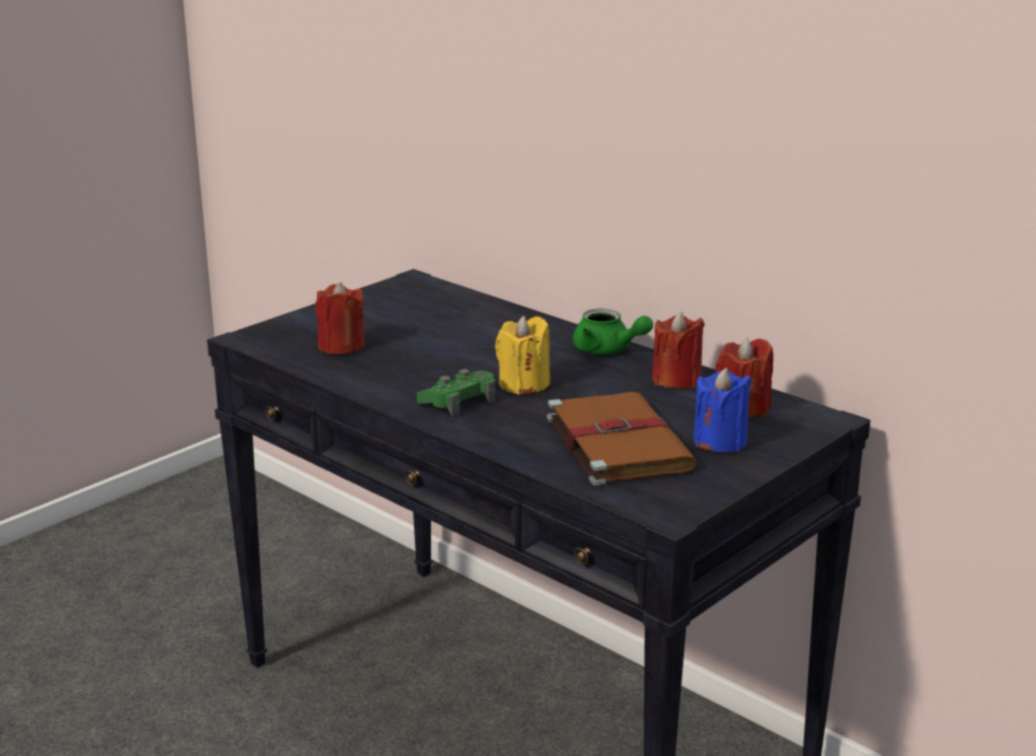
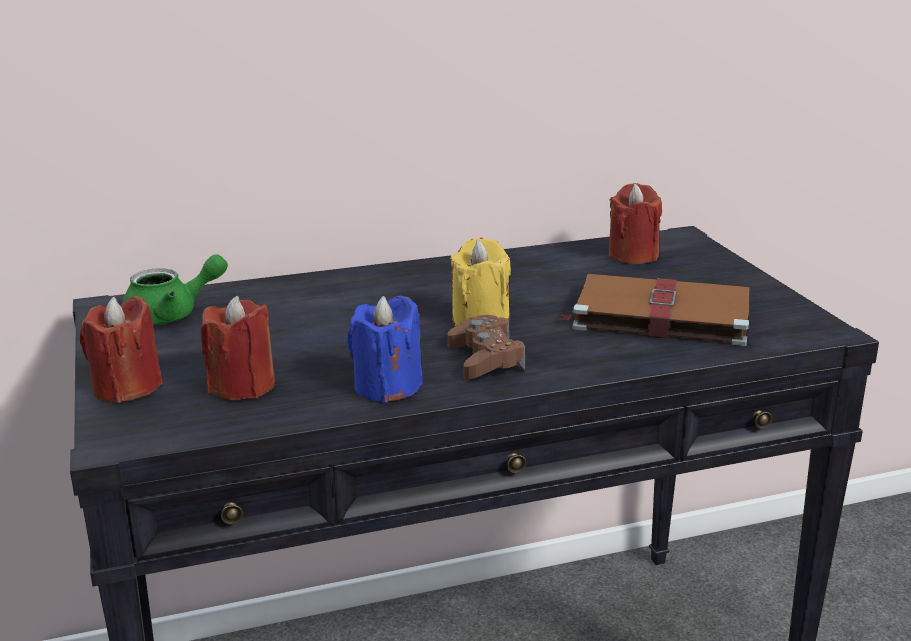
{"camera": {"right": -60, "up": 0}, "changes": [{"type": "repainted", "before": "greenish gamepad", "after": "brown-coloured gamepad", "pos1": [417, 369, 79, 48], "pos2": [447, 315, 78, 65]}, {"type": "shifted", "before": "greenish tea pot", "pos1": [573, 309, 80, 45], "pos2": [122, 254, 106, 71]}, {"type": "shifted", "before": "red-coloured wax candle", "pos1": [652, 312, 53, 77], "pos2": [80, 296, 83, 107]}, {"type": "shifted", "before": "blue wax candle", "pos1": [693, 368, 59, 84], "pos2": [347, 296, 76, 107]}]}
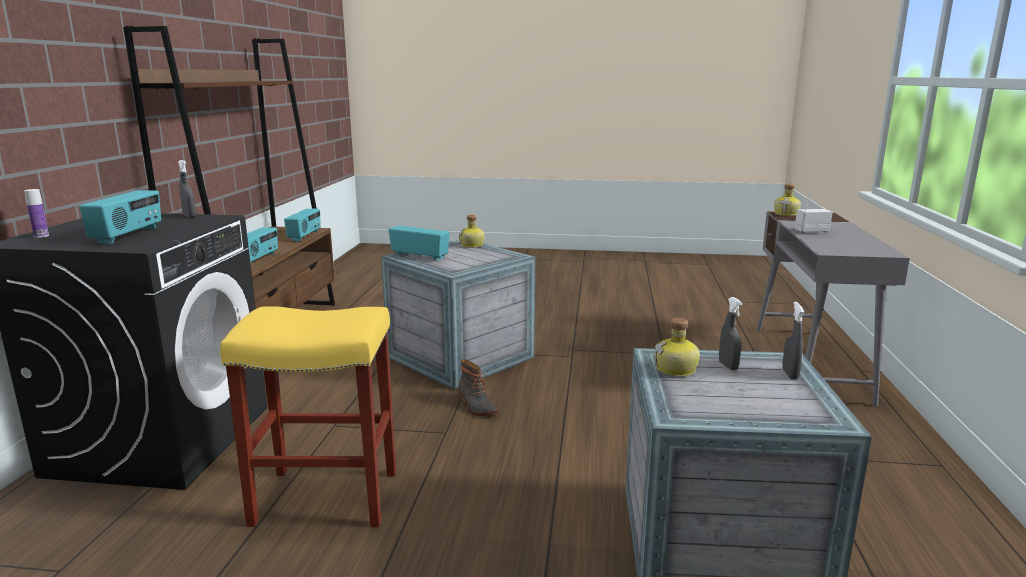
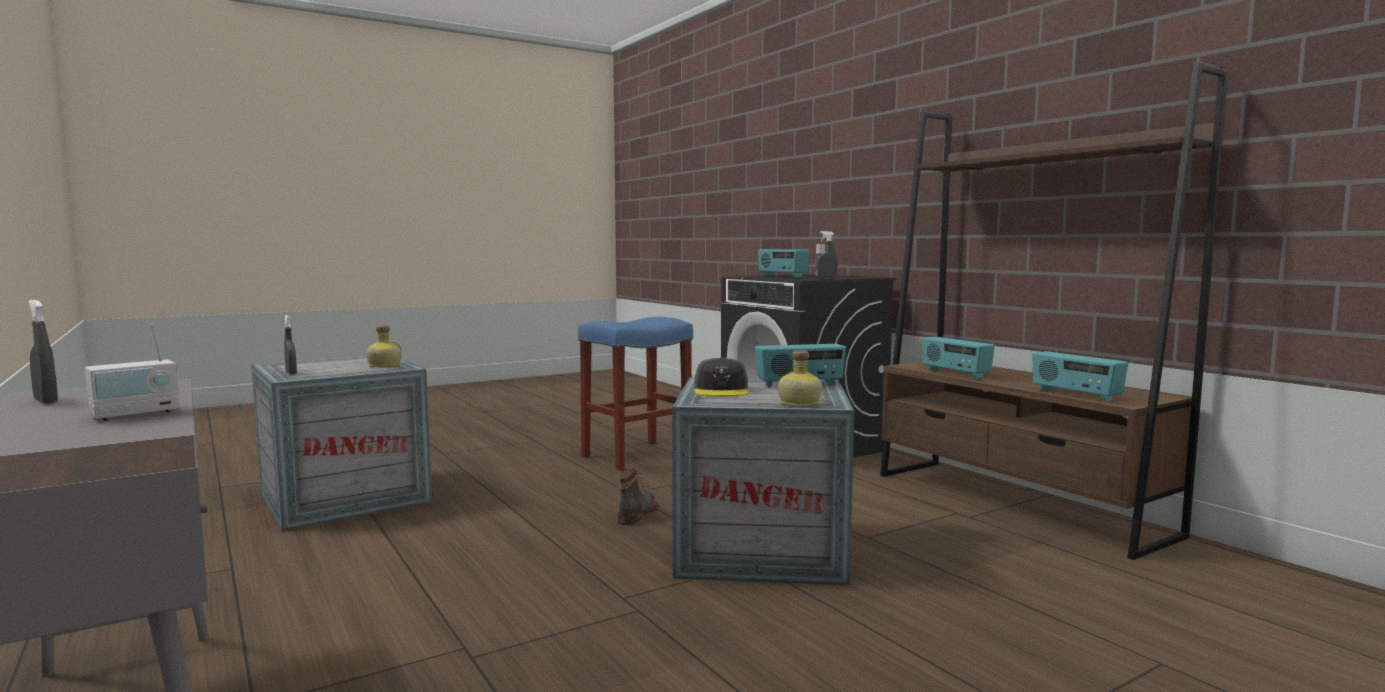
{"camera": {"right": 140, "up": -10}, "changes": [{"type": "repainted", "before": "yellow stool seat", "after": "blue stool seat", "pos1": [220, 306, 176, 221], "pos2": [578, 317, 115, 154]}, {"type": "rotated", "before": "high-top boot", "pos1": [458, 359, 41, 57], "pos2": [618, 468, 38, 57], "turn": 90}, {"type": "shifted", "before": "greyish spray bottle", "pos1": [719, 297, 23, 73], "pos2": [28, 300, 30, 104]}, {"type": "gone", "before": "bottle", "pos1": [774, 184, 27, 32]}, {"type": "new", "after": "greyish peaked cap", "pos2": [695, 357, 54, 39]}]}
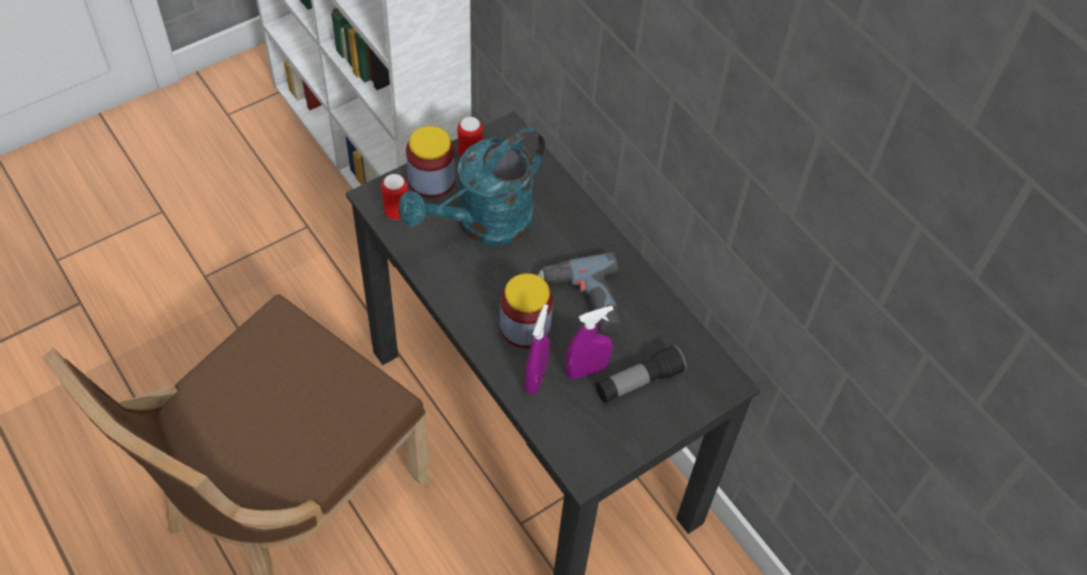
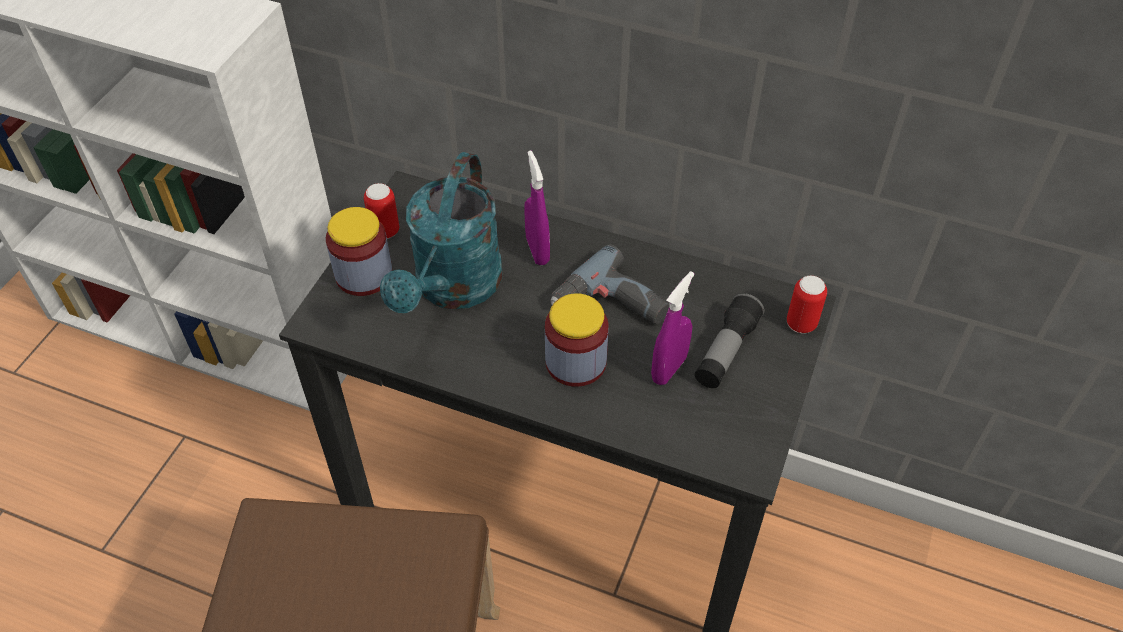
{"camera": {"right": -30, "up": -5}, "changes": [{"type": "shifted", "before": "can", "pos1": [381, 174, 27, 46], "pos2": [787, 275, 40, 58]}, {"type": "shifted", "before": "purple-coloured spray bottle", "pos1": [524, 304, 26, 90], "pos2": [524, 151, 26, 114]}]}
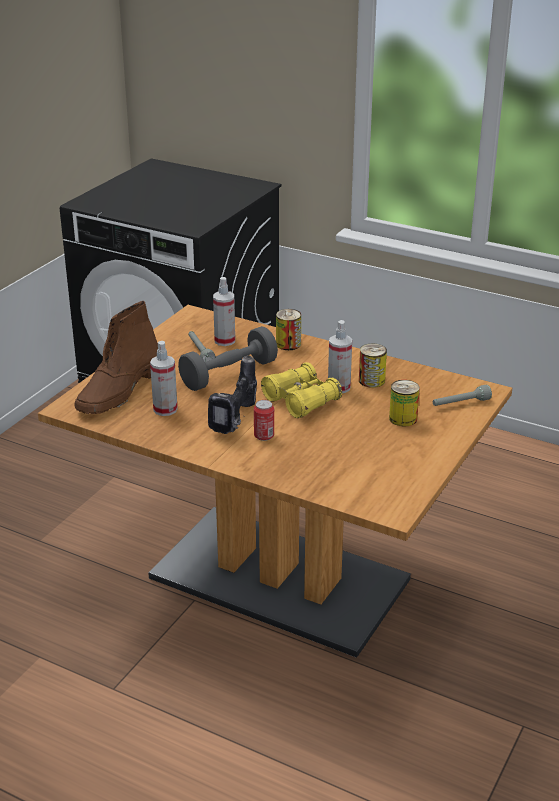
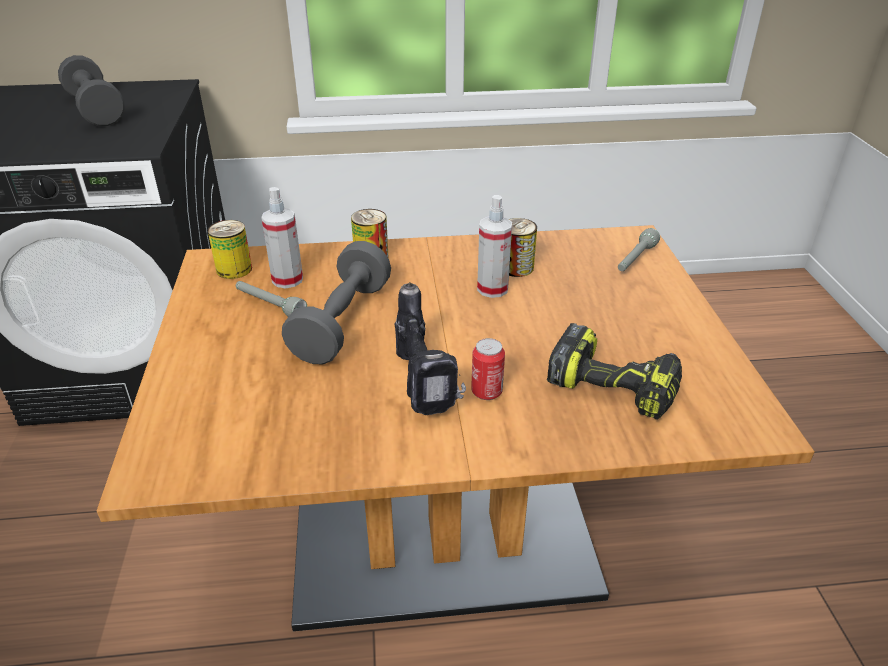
{"camera": {"right": -35, "up": 5}, "changes": [{"type": "gone", "before": "brown-coloured high-top boot", "pos1": [74, 301, 84, 113]}, {"type": "gone", "before": "spray bottle", "pos1": [150, 341, 28, 75]}, {"type": "gone", "before": "yellow binoculars", "pos1": [261, 362, 81, 56]}, {"type": "shifted", "before": "can", "pos1": [389, 380, 31, 46], "pos2": [208, 220, 44, 59]}, {"type": "new", "after": "greyish dumbbell", "pos2": [58, 55, 67, 71]}, {"type": "new", "after": "power drill", "pos2": [547, 323, 135, 97]}]}
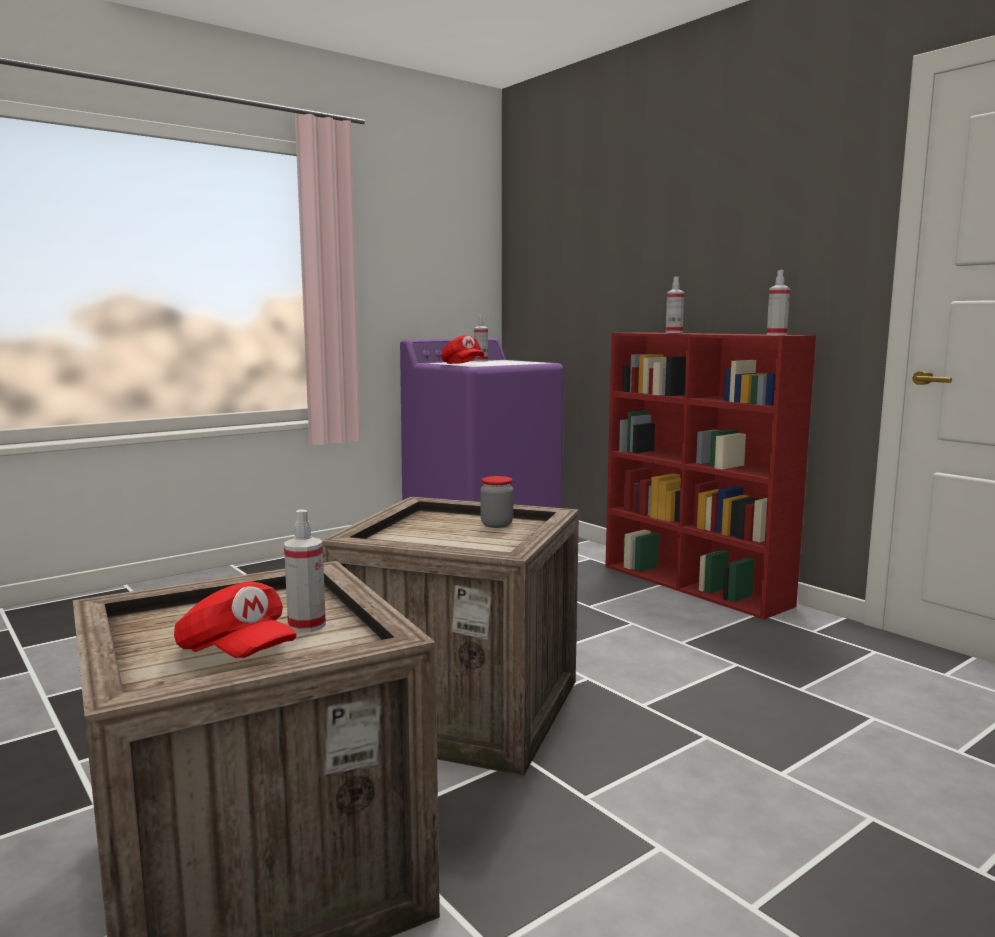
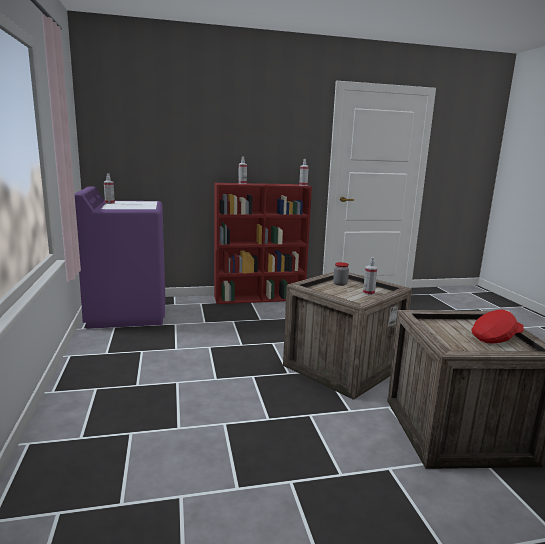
{"camera": {"right": -65, "up": 5}, "changes": [{"type": "shifted", "before": "spray bottle", "pos1": [284, 509, 42, 124], "pos2": [363, 257, 15, 38]}, {"type": "gone", "before": "red-coloured peaked cap", "pos1": [441, 335, 43, 29]}]}
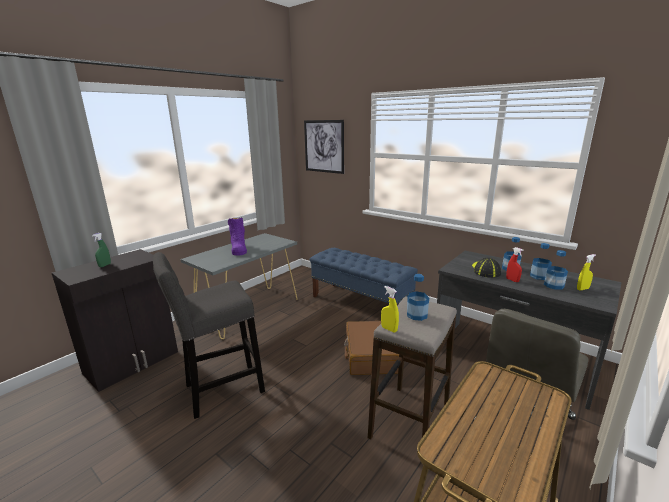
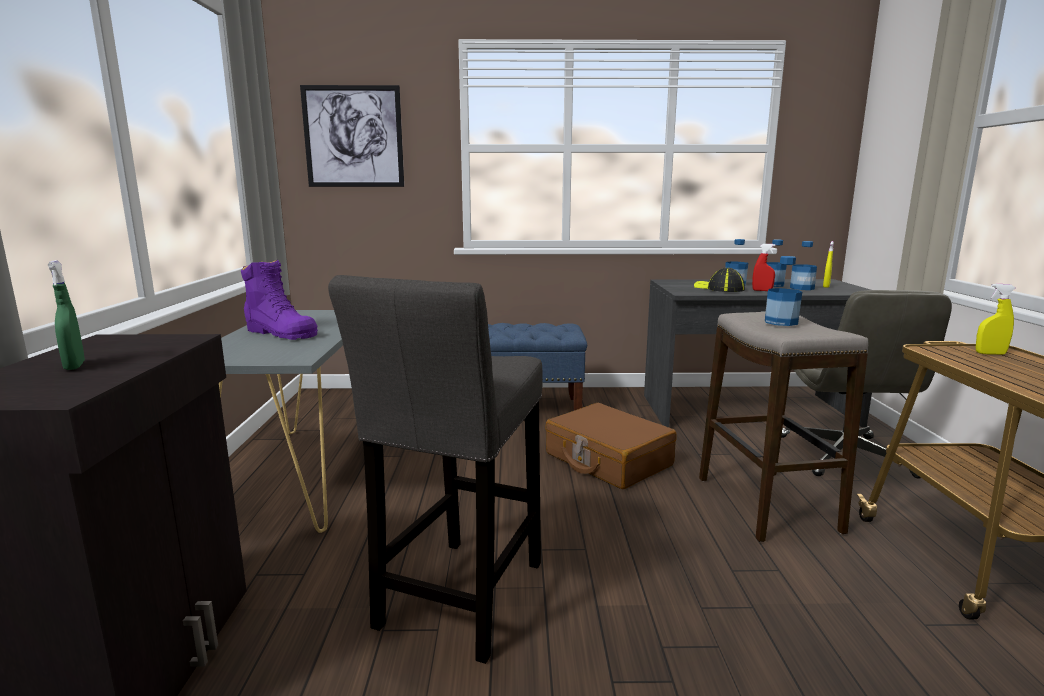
{"camera": {"right": -40, "up": -5}, "changes": [{"type": "shifted", "before": "yellow spray bottle", "pos1": [381, 286, 18, 47], "pos2": [976, 284, 40, 71]}]}
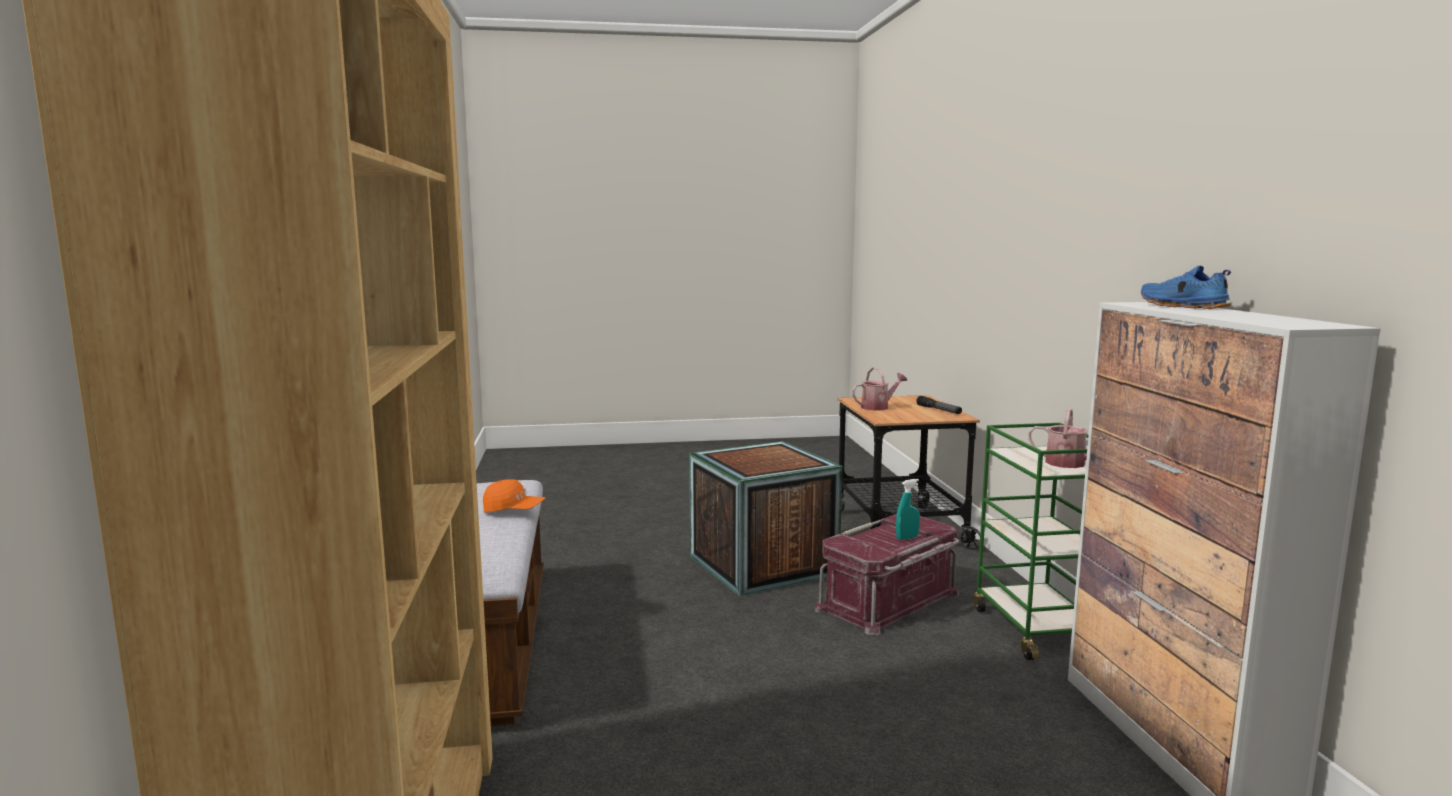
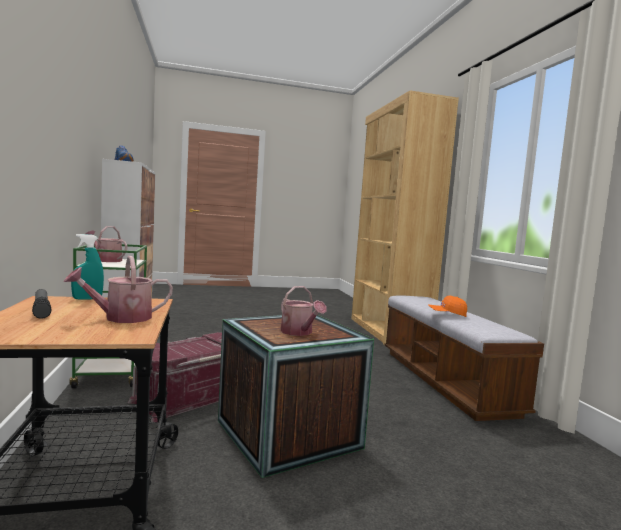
{"camera": {"right": 175, "up": -5}, "changes": [{"type": "shifted", "before": "turquoise spray bottle", "pos1": [896, 479, 24, 61], "pos2": [71, 234, 33, 66]}, {"type": "new", "after": "watering can", "pos2": [281, 286, 46, 50]}]}
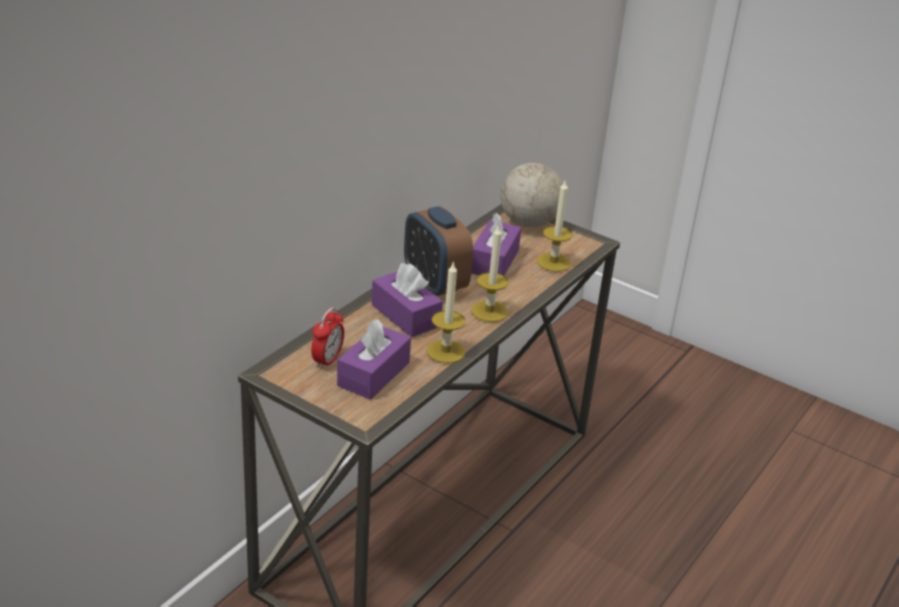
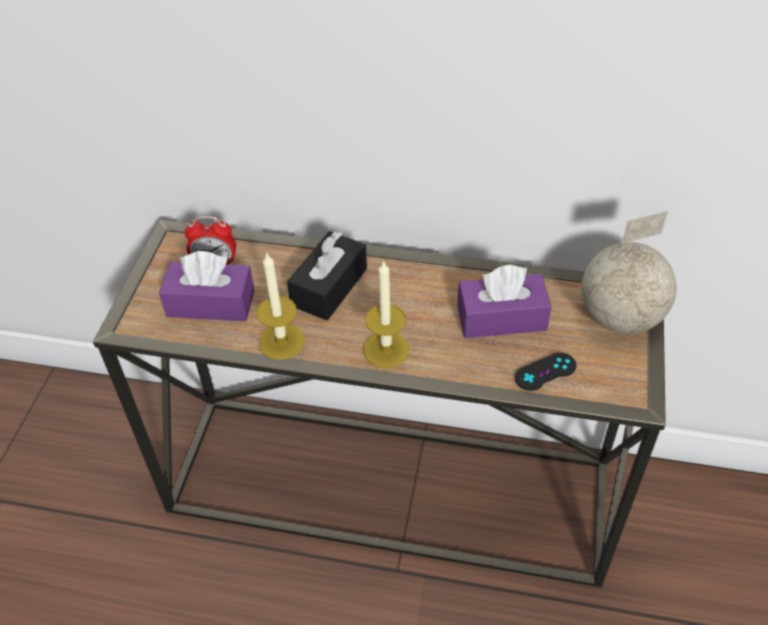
{"camera": {"right": 70, "up": 15}, "changes": [{"type": "repainted", "before": "purple-coloured tissue box", "after": "black-coloured tissue box", "pos1": [372, 263, 71, 74], "pos2": [287, 231, 80, 89]}, {"type": "gone", "before": "bedside clock", "pos1": [404, 206, 69, 90]}, {"type": "swapped", "before": "wax candle", "after": "black-coloured gamepad", "pos1": [537, 181, 36, 91], "pos2": [515, 352, 61, 39]}]}
